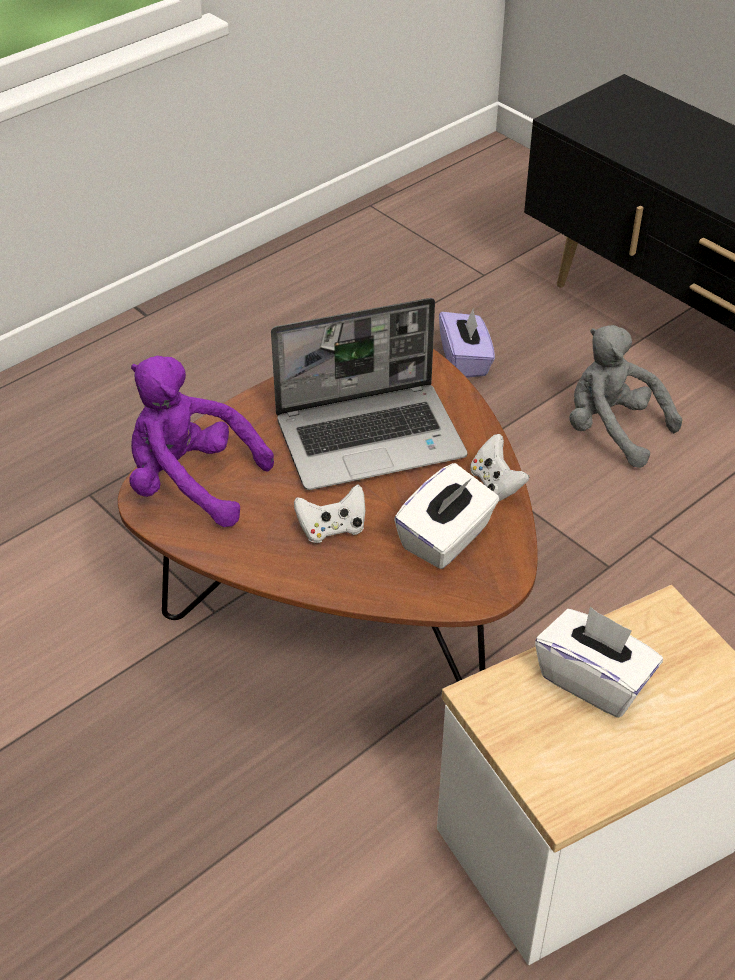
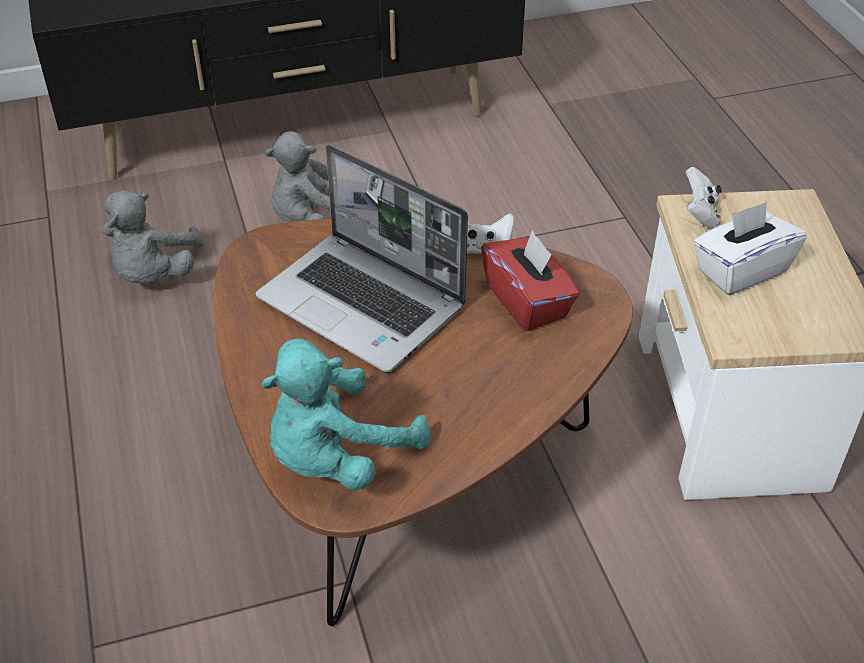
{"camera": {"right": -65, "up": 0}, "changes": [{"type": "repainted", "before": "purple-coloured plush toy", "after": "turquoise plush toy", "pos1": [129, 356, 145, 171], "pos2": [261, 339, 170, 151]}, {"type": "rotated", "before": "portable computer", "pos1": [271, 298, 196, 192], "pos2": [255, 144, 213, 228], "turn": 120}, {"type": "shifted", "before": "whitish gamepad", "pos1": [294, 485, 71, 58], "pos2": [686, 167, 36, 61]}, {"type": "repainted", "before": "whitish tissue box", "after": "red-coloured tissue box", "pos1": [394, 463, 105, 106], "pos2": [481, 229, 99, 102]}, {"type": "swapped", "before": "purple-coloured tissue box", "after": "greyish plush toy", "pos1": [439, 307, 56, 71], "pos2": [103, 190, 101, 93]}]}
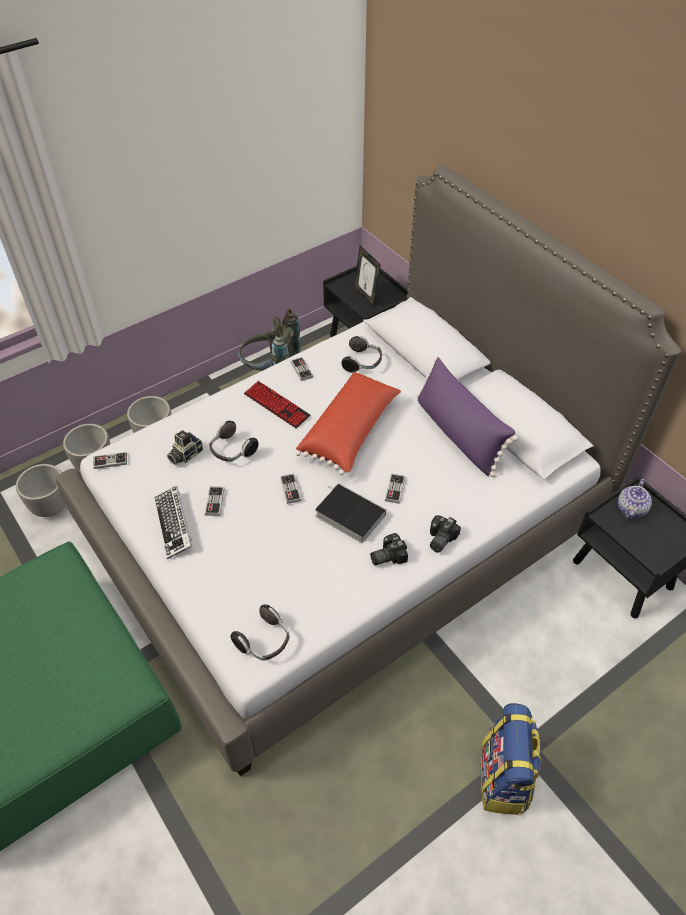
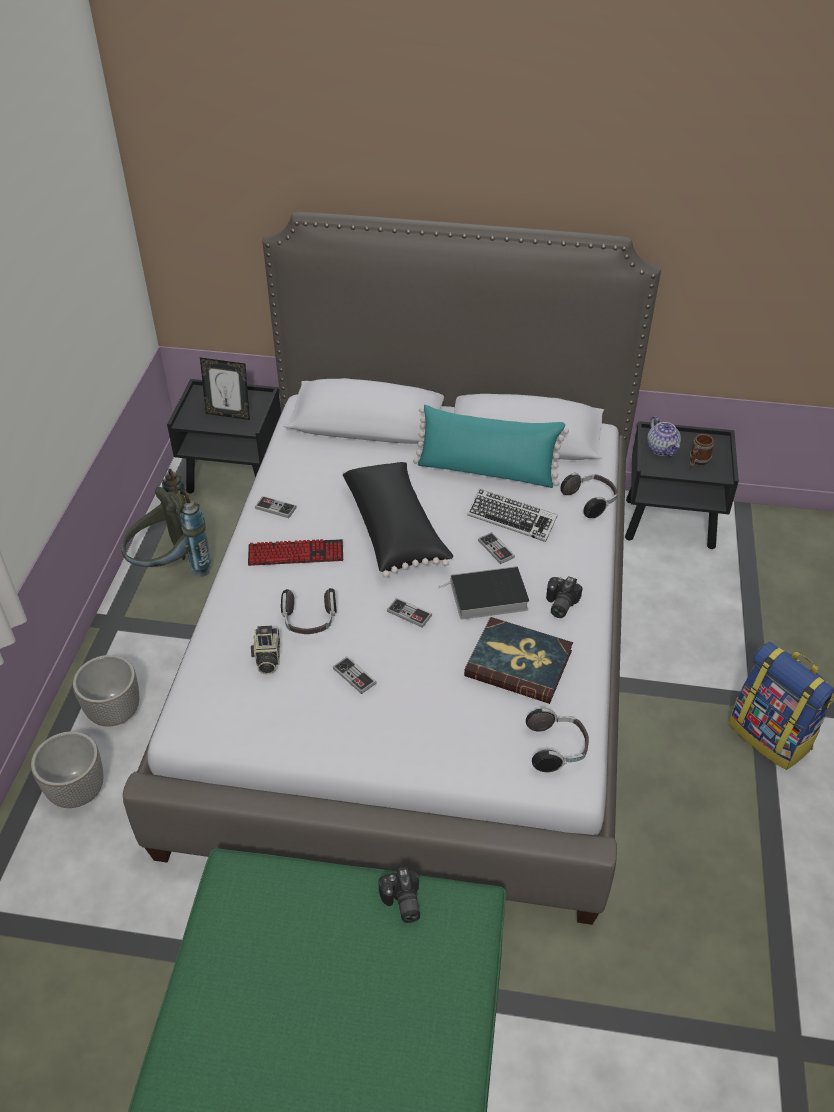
{"camera": {"right": -45, "up": -5}, "changes": [{"type": "gone", "before": "flower pot", "pos1": [16, 464, 50, 53]}, {"type": "gone", "before": "gamepad", "pos1": [93, 452, 34, 17]}, {"type": "shifted", "before": "computer keyboard", "pos1": [154, 486, 38, 73], "pos2": [467, 489, 91, 53]}, {"type": "repainted", "before": "red-coloured throw pillow", "after": "black-coloured throw pillow", "pos1": [296, 371, 105, 104], "pos2": [343, 461, 110, 116]}, {"type": "shifted", "before": "headphones", "pos1": [341, 336, 41, 37], "pos2": [561, 473, 57, 45]}, {"type": "repainted", "before": "purple-coloured throw pillow", "after": "turquoise throw pillow", "pos1": [417, 357, 101, 120], "pos2": [413, 405, 156, 83]}, {"type": "shifted", "before": "photo camera", "pos1": [430, 515, 31, 38], "pos2": [378, 867, 42, 56]}, {"type": "new", "after": "book", "pos2": [464, 617, 109, 87]}, {"type": "new", "after": "mug", "pos2": [690, 434, 24, 35]}]}
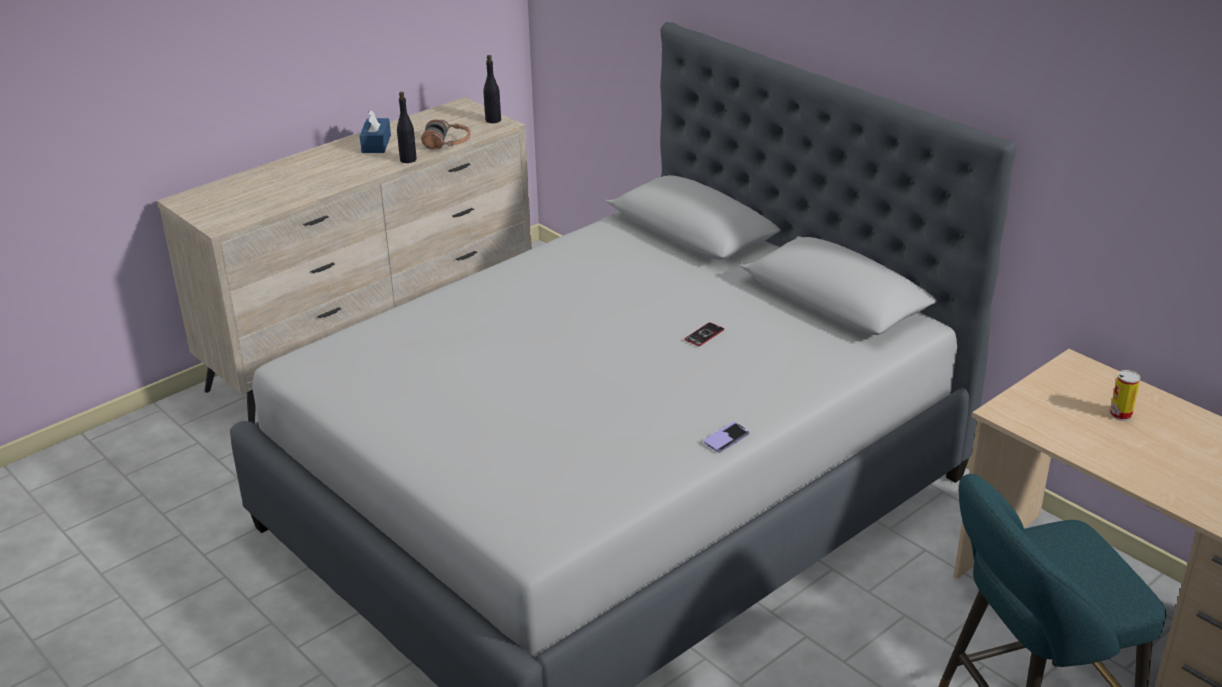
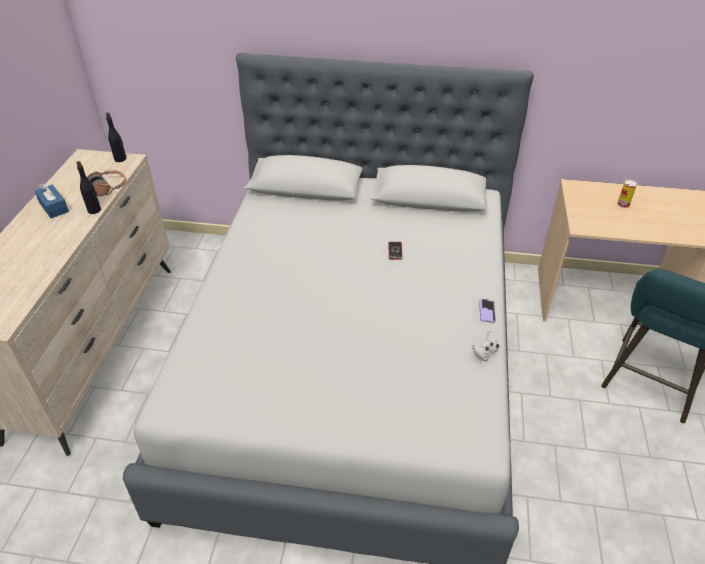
{"camera": {"right": -40, "up": 10}, "changes": [{"type": "new", "after": "whitish gamepad", "pos2": [472, 331, 27, 30]}]}
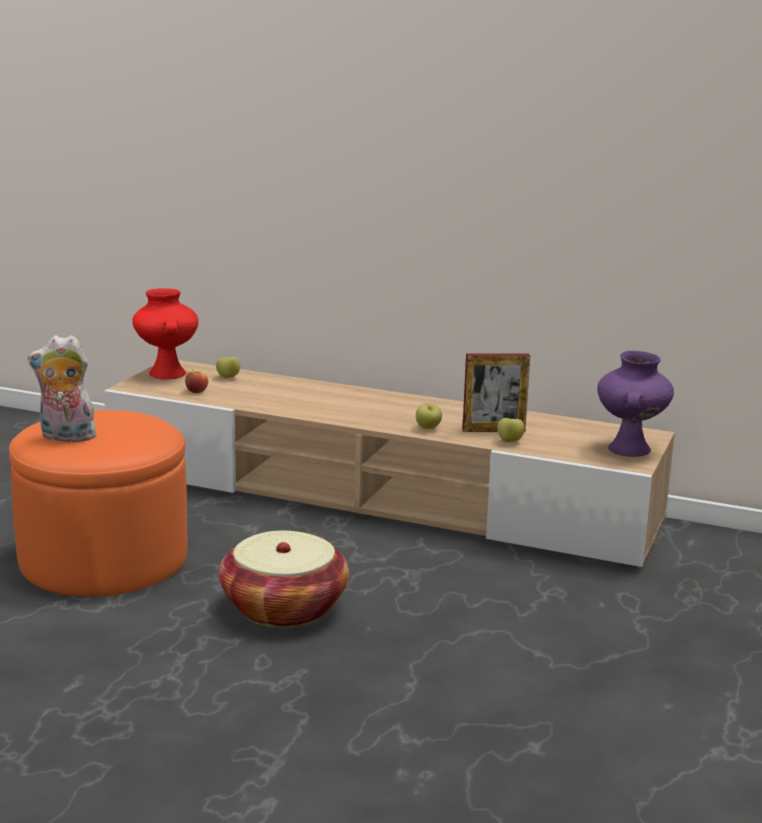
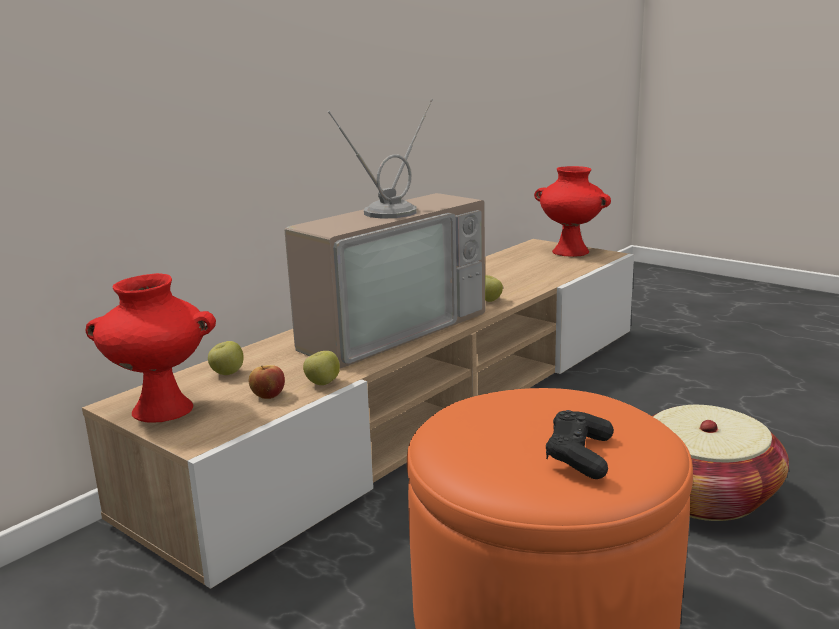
{"camera": {"right": -70, "up": 0}, "changes": [{"type": "swapped", "before": "plush toy", "after": "black-coloured gamepad", "pos1": [28, 335, 69, 107], "pos2": [546, 410, 68, 69]}, {"type": "gone", "before": "picture frame", "pos1": [462, 353, 68, 79]}, {"type": "shifted", "before": "whole apple", "pos1": [497, 418, 28, 24], "pos2": [303, 351, 37, 34]}, {"type": "repainted", "before": "purple-coloured vase", "after": "red-coloured vase", "pos1": [597, 351, 77, 106], "pos2": [534, 166, 77, 91]}, {"type": "new", "after": "TV", "pos2": [285, 99, 200, 269]}]}
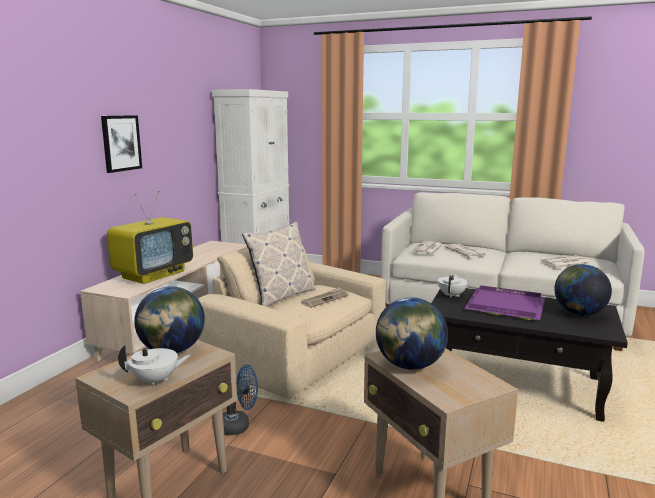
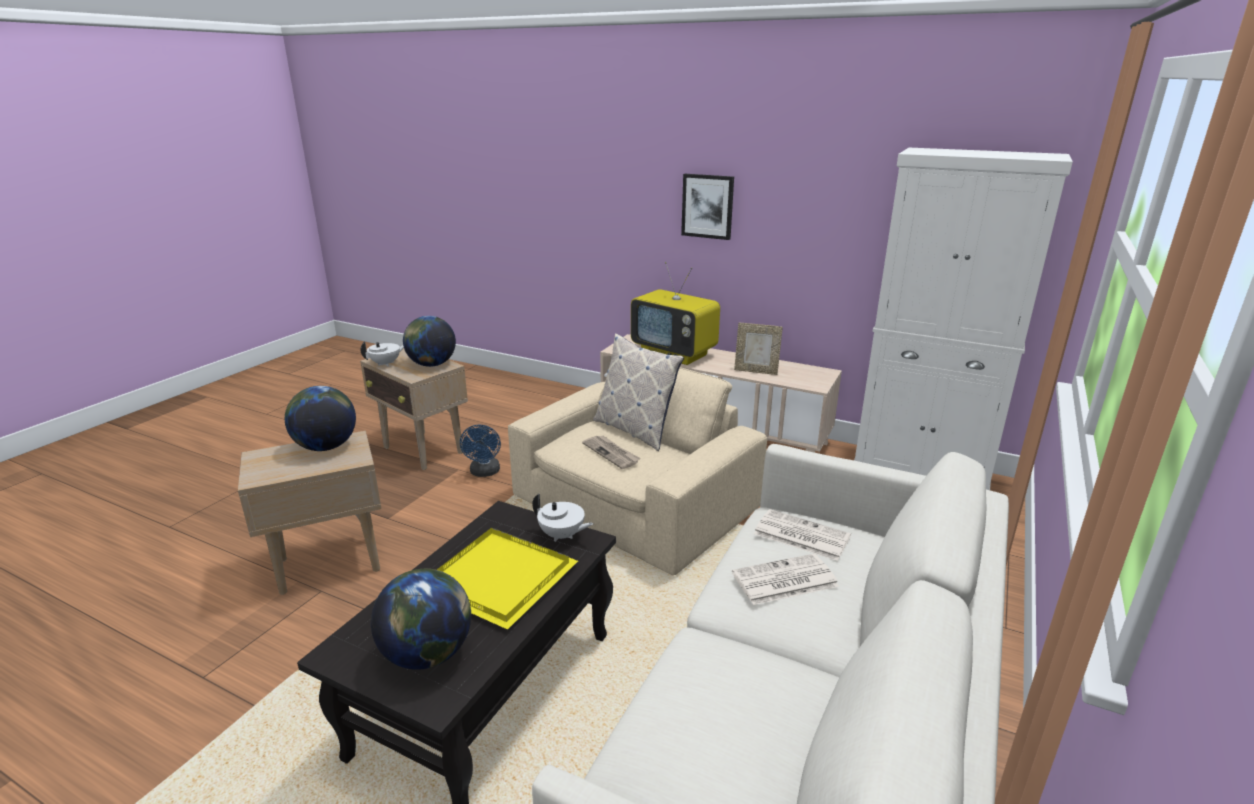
{"camera": {"right": 95, "up": 10}, "changes": [{"type": "rotated", "before": "whitish tea pot", "pos1": [118, 345, 73, 42], "pos2": [361, 341, 43, 26], "turn": -120}, {"type": "repainted", "before": "purple-coloured carrying tray", "after": "yellow carrying tray", "pos1": [464, 285, 81, 35], "pos2": [437, 528, 141, 102]}, {"type": "gone", "before": "newspaper", "pos1": [540, 255, 52, 13]}, {"type": "new", "after": "picture frame", "pos2": [734, 323, 49, 52]}]}
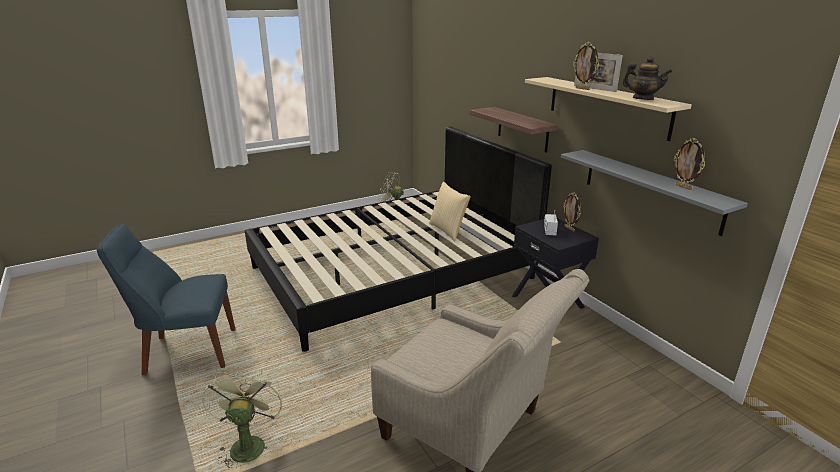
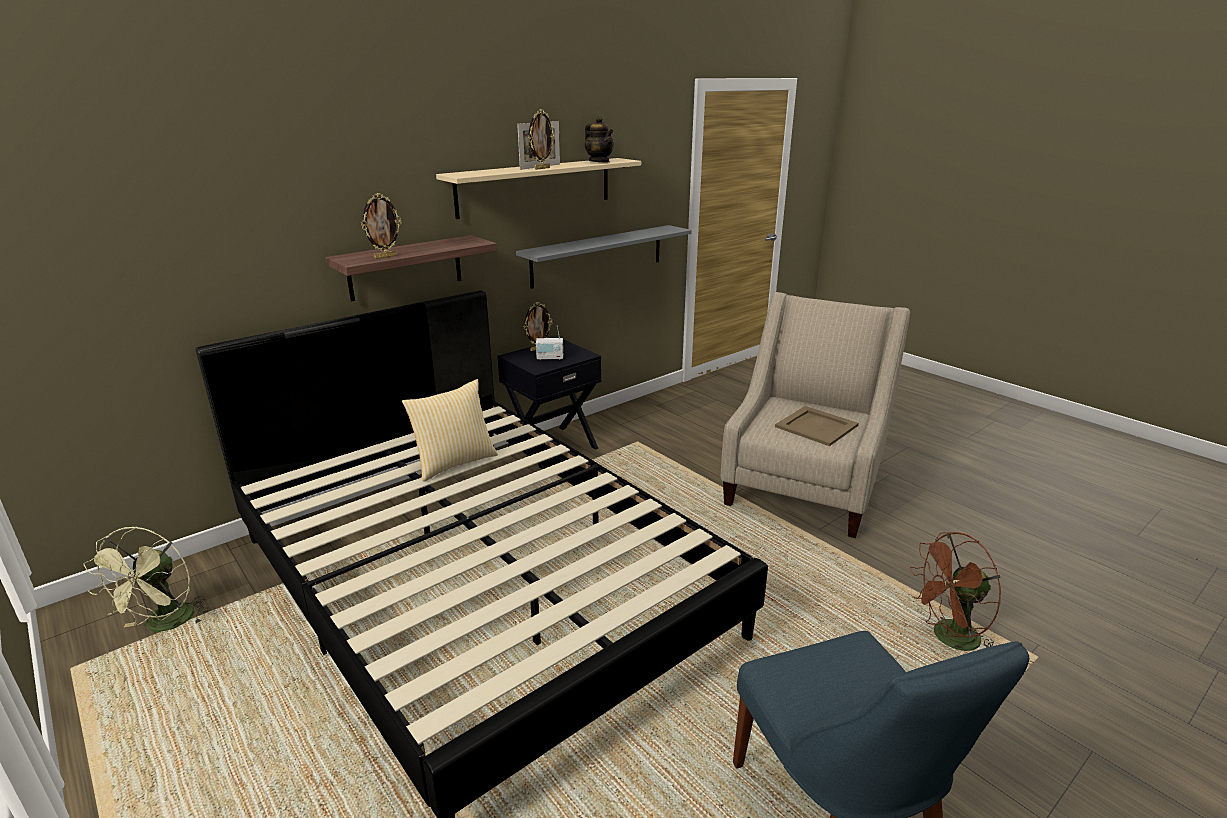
{"camera": {"right": -100, "up": 0}, "changes": [{"type": "repainted", "before": "greenish electric fan", "after": "brown-coloured electric fan", "pos1": [202, 366, 81, 102], "pos2": [910, 532, 91, 119]}, {"type": "rotated", "before": "tea pot", "pos1": [622, 56, 50, 44], "pos2": [585, 116, 29, 46], "turn": 120}, {"type": "shifted", "before": "picture frame", "pos1": [674, 138, 31, 52], "pos2": [361, 193, 40, 66]}, {"type": "new", "after": "beige carrying tray", "pos2": [775, 406, 84, 40]}]}
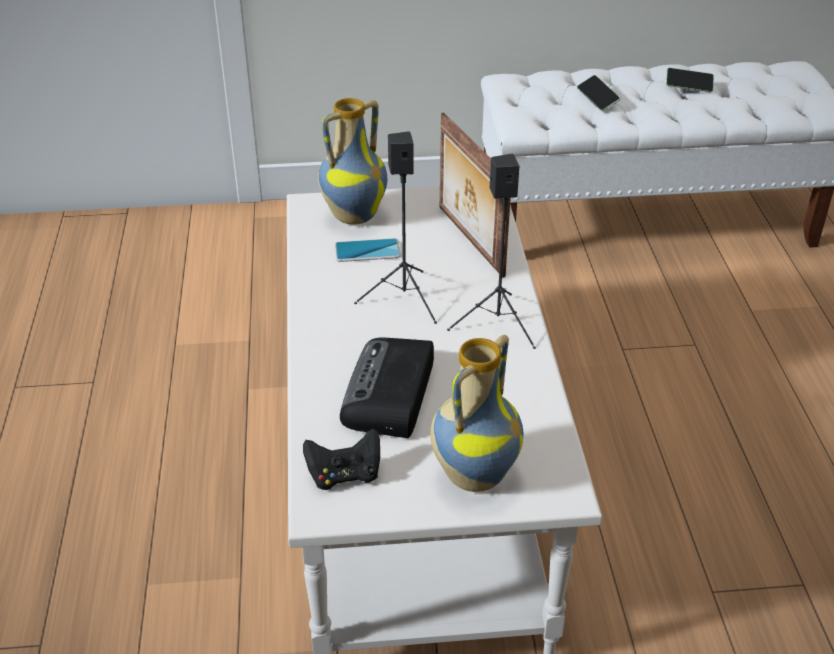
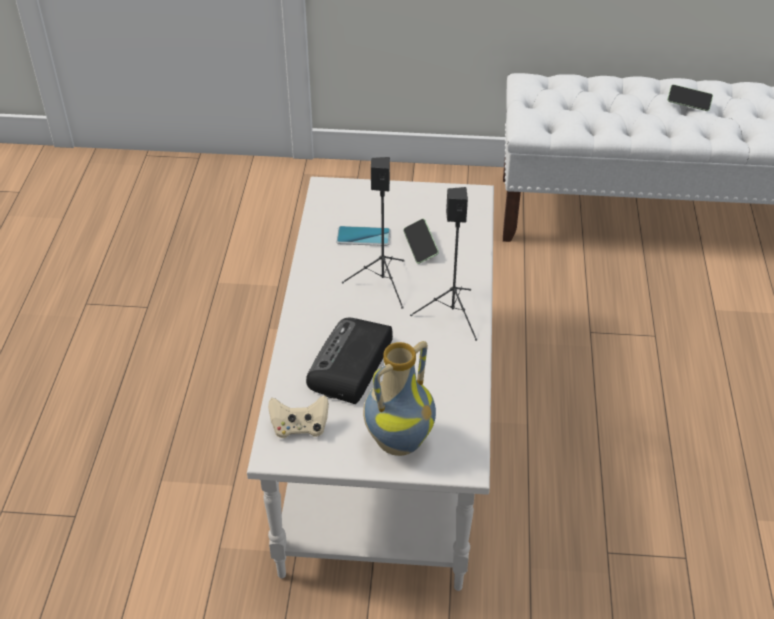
{"camera": {"right": 10, "up": 5}, "changes": [{"type": "repainted", "before": "black-coloured gamepad", "after": "beige gamepad", "pos1": [303, 428, 77, 62], "pos2": [268, 395, 61, 43]}, {"type": "gone", "before": "vase", "pos1": [318, 98, 69, 127]}, {"type": "gone", "before": "picture frame", "pos1": [440, 113, 70, 165]}, {"type": "shifted", "before": "phone", "pos1": [577, 75, 43, 36], "pos2": [403, 219, 36, 45]}]}
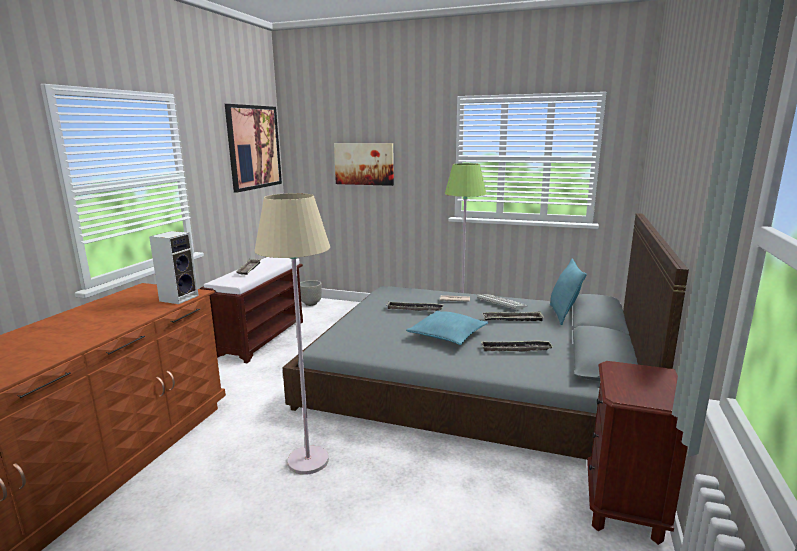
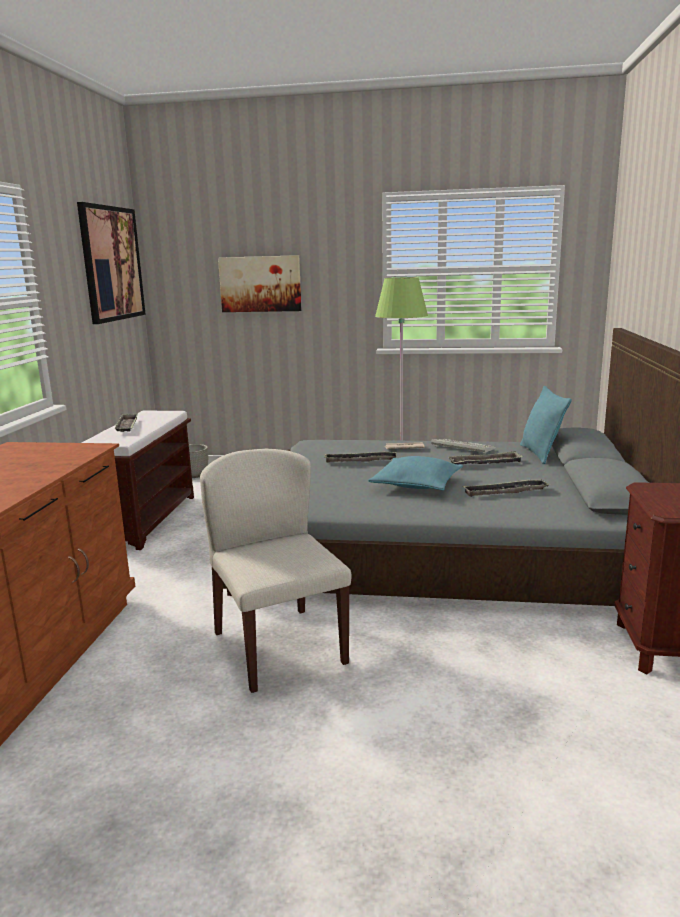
{"camera": {"right": -10, "up": 0}, "changes": [{"type": "gone", "before": "loudspeaker", "pos1": [149, 231, 50, 73]}, {"type": "swapped", "before": "beige standing lamp", "after": "beige chair", "pos1": [255, 193, 75, 282], "pos2": [200, 449, 151, 244]}]}
